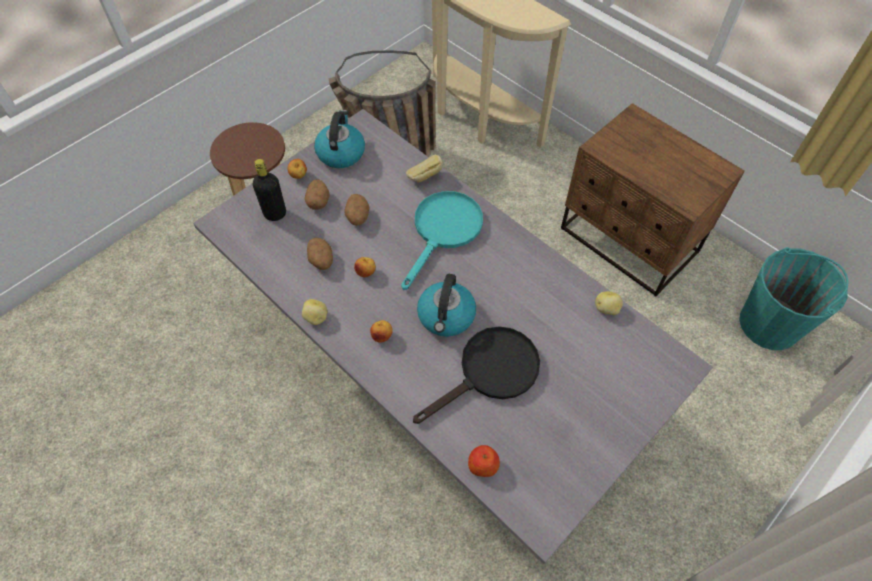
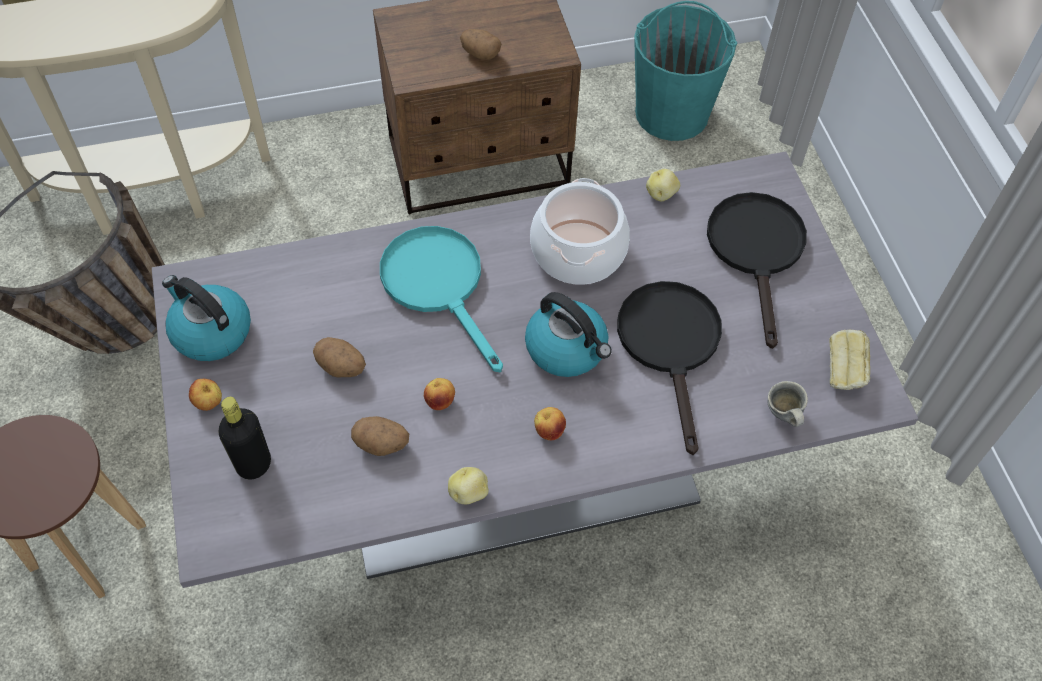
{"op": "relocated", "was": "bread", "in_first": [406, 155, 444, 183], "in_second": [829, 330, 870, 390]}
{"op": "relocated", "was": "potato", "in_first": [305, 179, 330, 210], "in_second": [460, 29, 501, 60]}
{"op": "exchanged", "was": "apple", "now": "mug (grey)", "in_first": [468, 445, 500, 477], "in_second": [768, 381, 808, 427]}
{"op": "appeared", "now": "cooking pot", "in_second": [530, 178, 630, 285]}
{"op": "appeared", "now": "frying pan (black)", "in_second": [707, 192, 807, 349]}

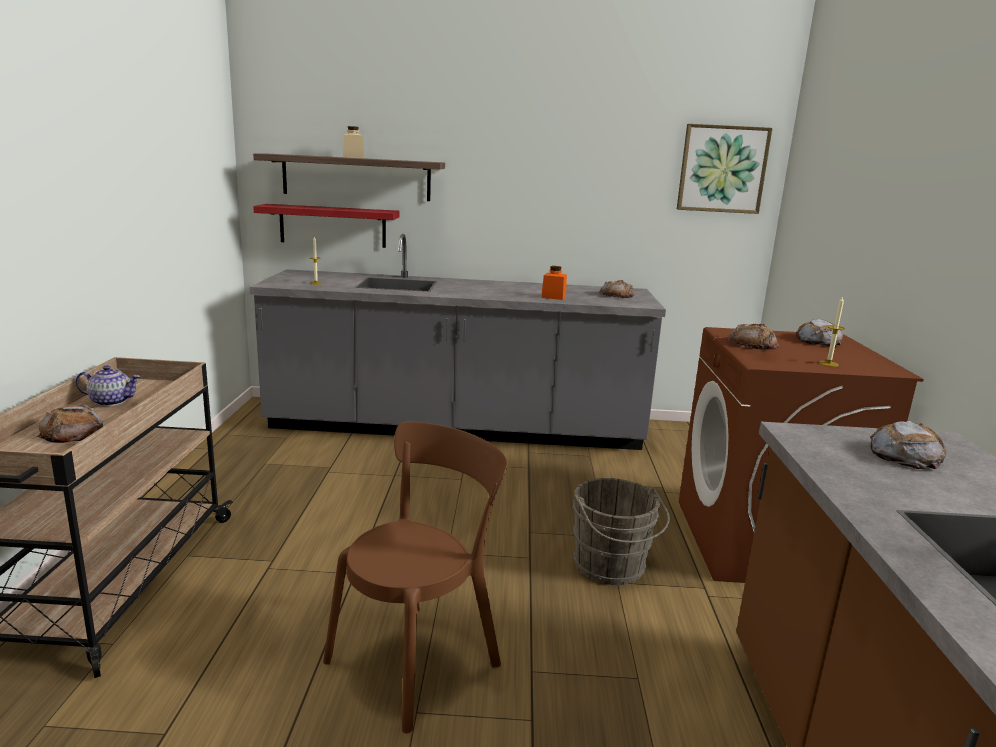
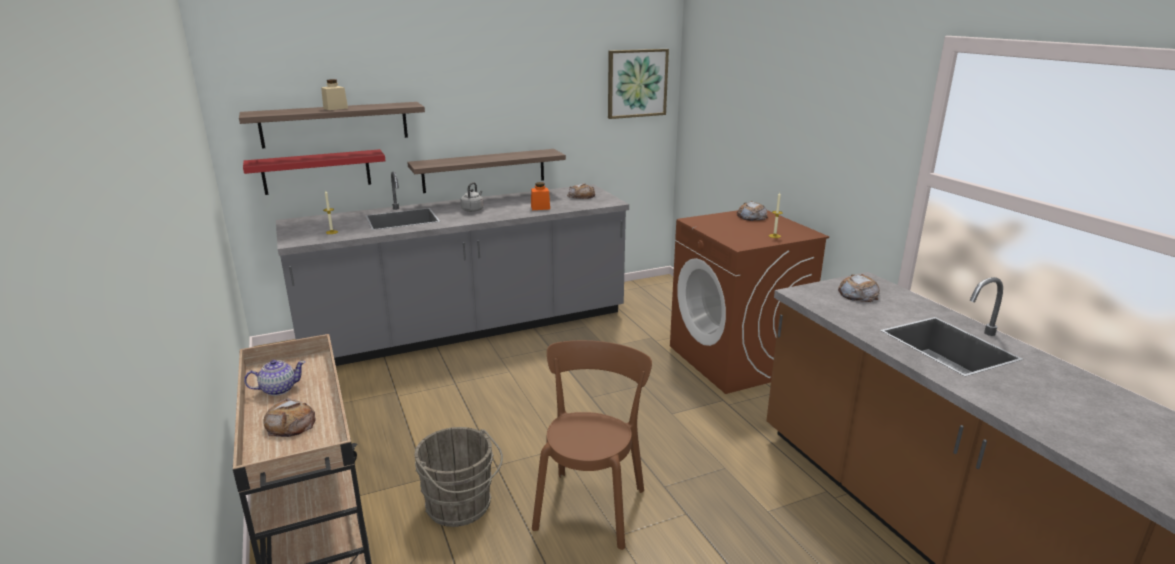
{"op": "missing", "was": "bread", "in_first": [728, 324, 779, 350]}
{"op": "relocated", "was": "bucket (grey)", "in_first": [572, 478, 670, 585], "in_second": [415, 427, 503, 527]}
{"op": "appeared", "now": "shelf", "in_second": [407, 149, 566, 193]}
{"op": "appeared", "now": "kettle (grey)", "in_second": [461, 182, 484, 212]}

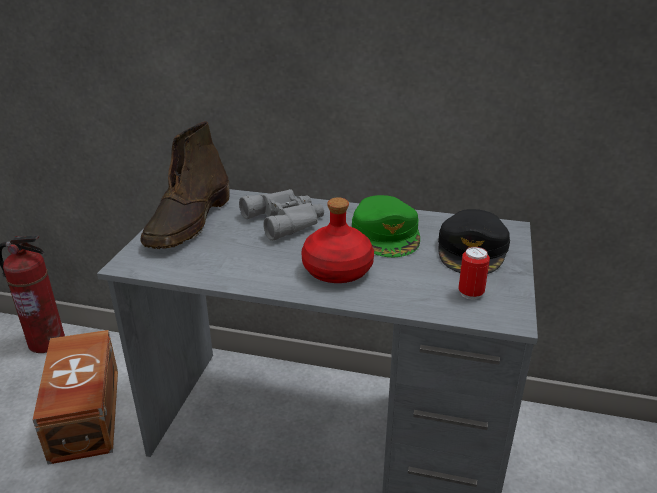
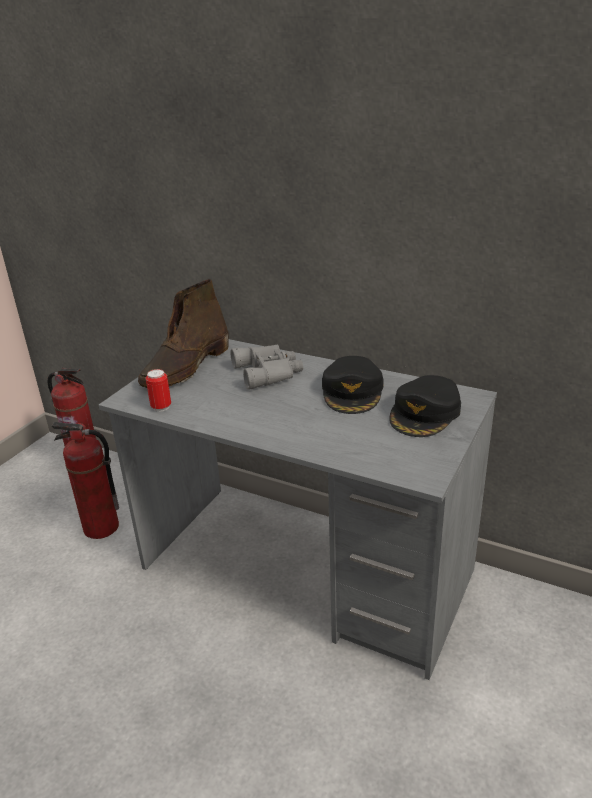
{"op": "colour", "was": "cap (green)", "now": "cap (black)", "in_first": [352, 195, 420, 257], "in_second": [322, 356, 384, 414]}
{"op": "missing", "was": "bottle (red)", "in_first": [301, 197, 374, 283]}
{"op": "relocated", "was": "can", "in_first": [458, 247, 490, 300], "in_second": [146, 369, 171, 412]}
{"op": "exchanged", "was": "storage box (brown)", "now": "fire extinguisher", "in_first": [33, 330, 118, 464], "in_second": [52, 422, 119, 539]}

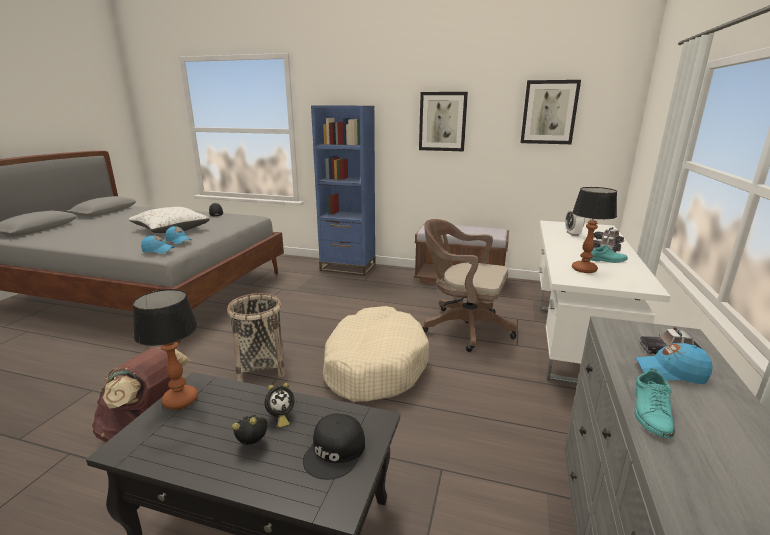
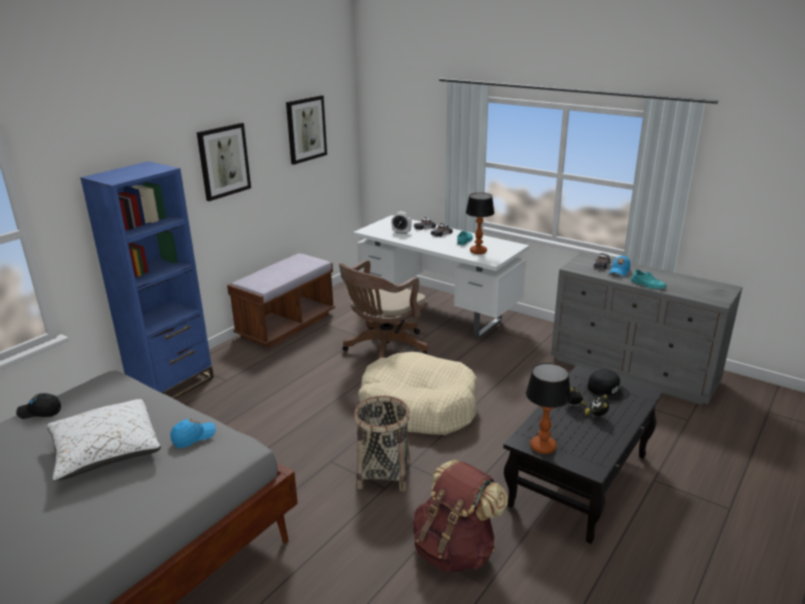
{"op": "missing", "was": "cap (blue)", "in_first": [141, 235, 175, 253]}

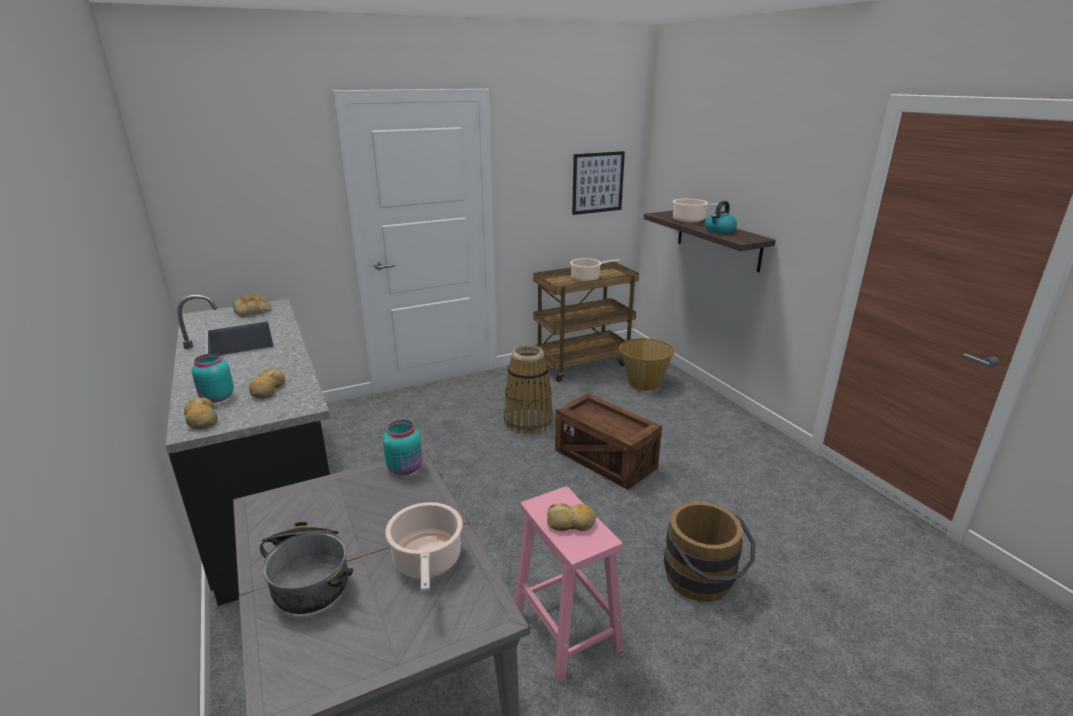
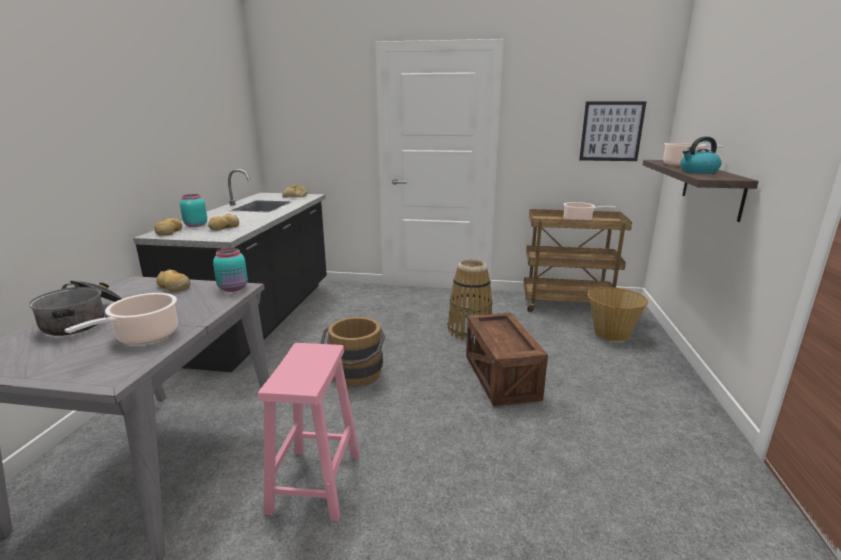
{"op": "relocated", "was": "bucket (brown)", "in_first": [664, 502, 756, 602], "in_second": [320, 317, 385, 387]}
{"op": "relocated", "was": "bread", "in_first": [547, 503, 596, 531], "in_second": [156, 269, 190, 292]}

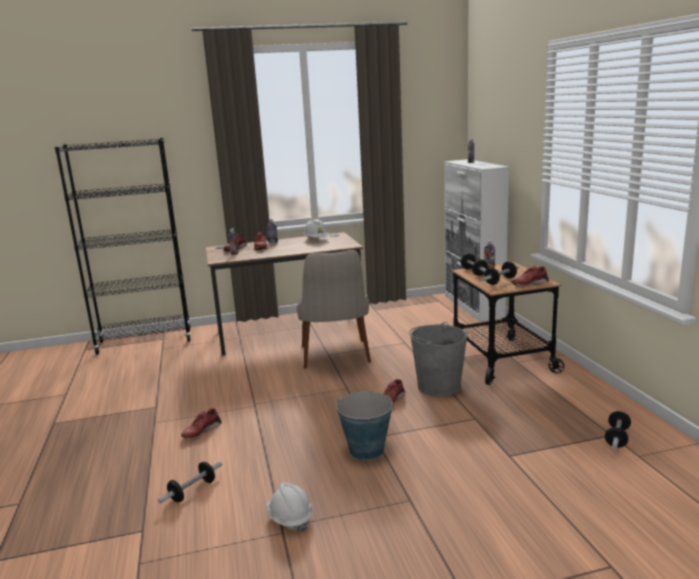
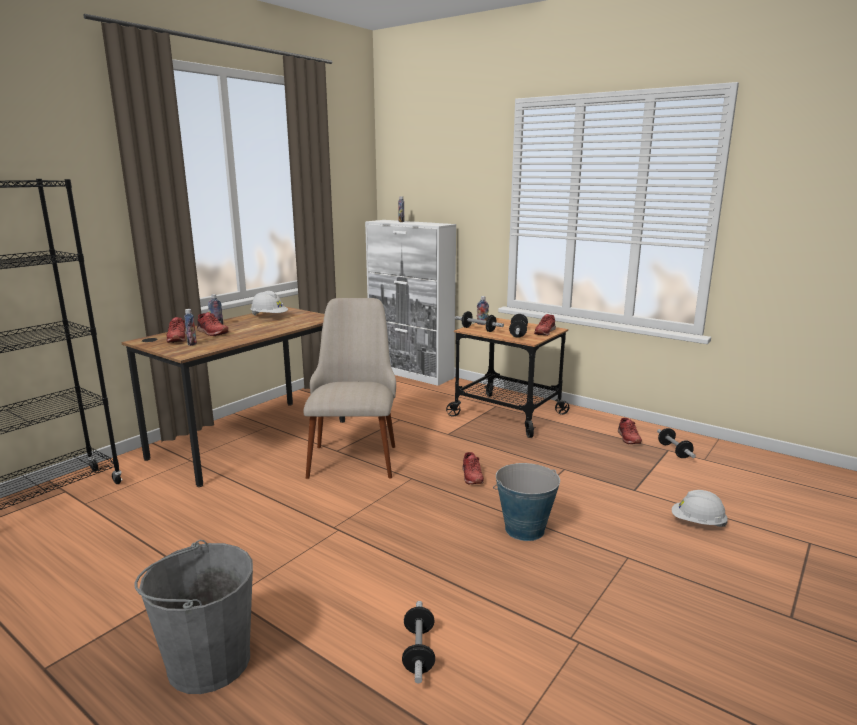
{"op": "spun", "was": "chair (beige)", "in_first": [297, 250, 371, 369], "in_second": [303, 298, 396, 479], "clockwise": -135}
{"op": "relocated", "was": "bucket (grey)", "in_first": [409, 322, 467, 397], "in_second": [135, 540, 253, 694]}
{"op": "relocated", "was": "shoe (red)", "in_first": [181, 408, 222, 440], "in_second": [618, 418, 642, 444]}
{"op": "relocated", "was": "hard hat (white)", "in_first": [266, 482, 313, 532], "in_second": [672, 490, 728, 527]}

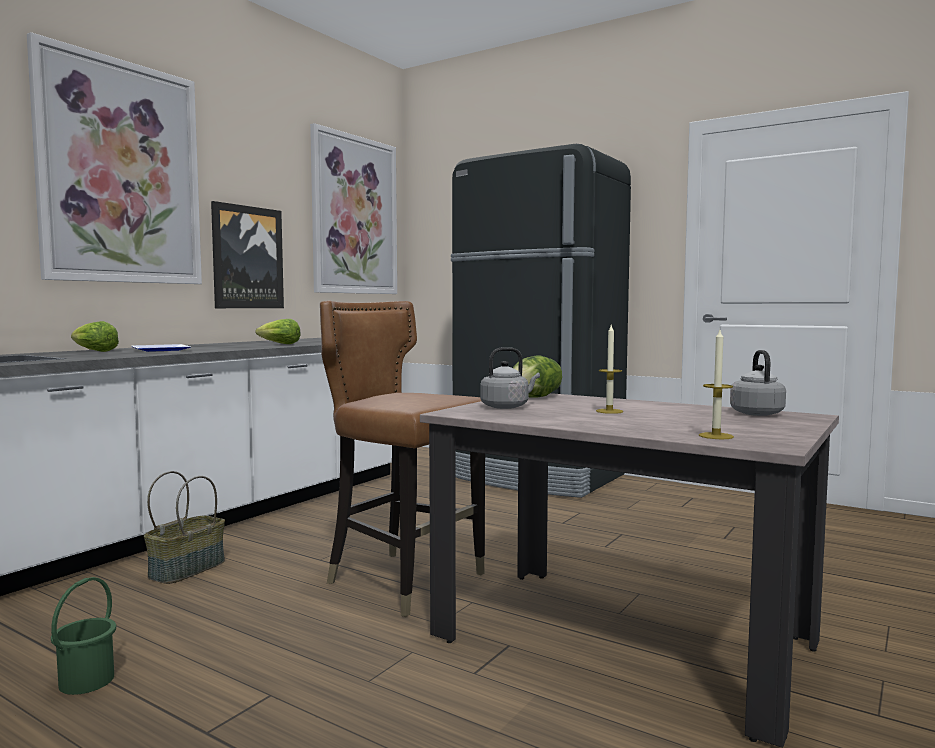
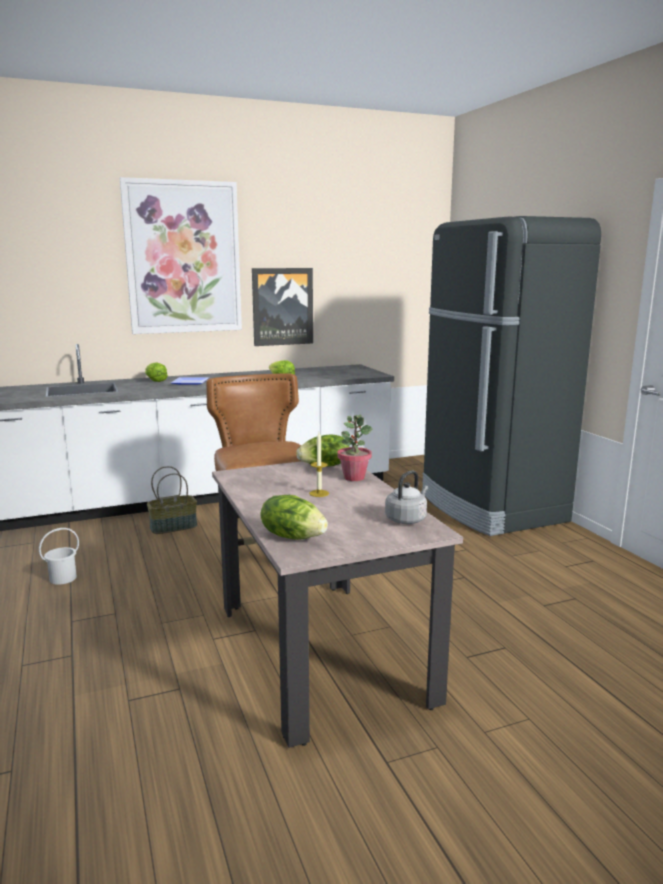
{"op": "missing", "was": "picture", "in_first": [310, 123, 397, 294]}
{"op": "exchanged", "was": "candle", "now": "lettuce", "in_first": [699, 330, 734, 439], "in_second": [260, 495, 328, 540]}
{"op": "missing", "was": "kettle (grey)", "in_first": [480, 347, 540, 409]}
{"op": "colour", "was": "bucket (green)", "now": "bucket (white)", "in_first": [51, 577, 116, 695], "in_second": [39, 528, 79, 585]}
{"op": "appeared", "now": "potted plant", "in_second": [337, 415, 372, 481]}

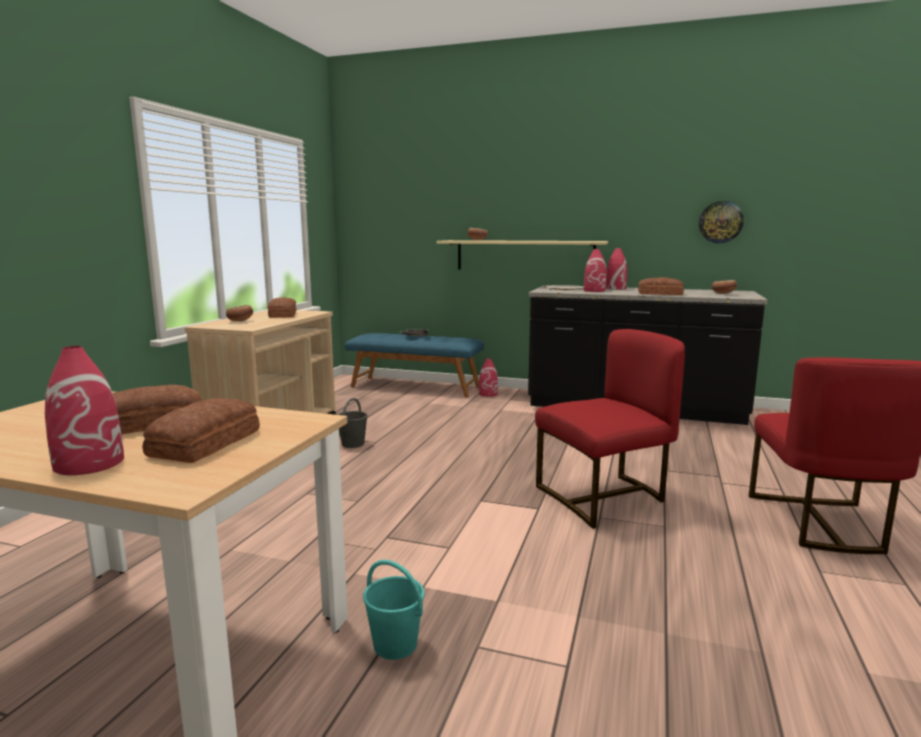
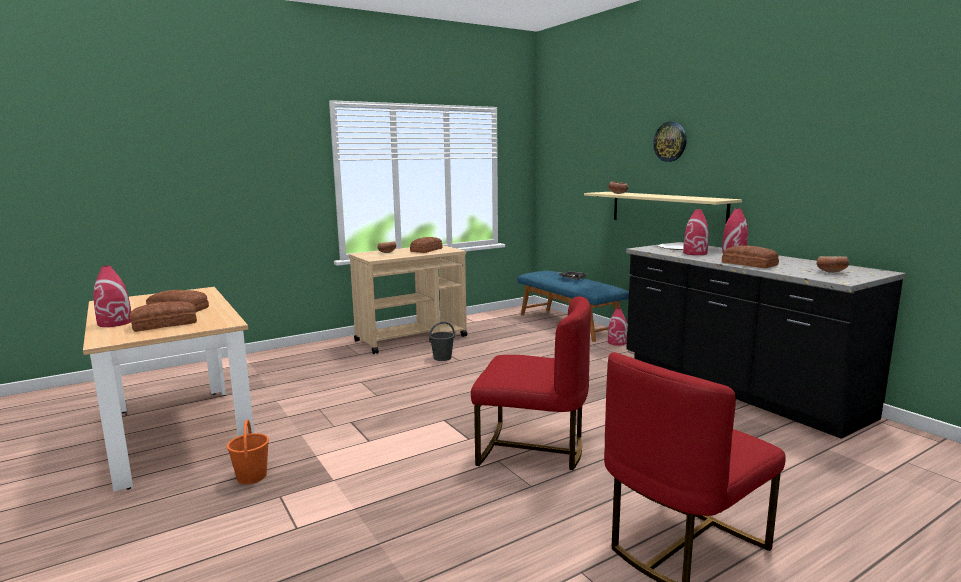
{"op": "relocated", "was": "wall clock", "in_first": [699, 201, 744, 243], "in_second": [653, 122, 686, 162]}
{"op": "colour", "was": "bucket (turquoise)", "now": "bucket (orange)", "in_first": [363, 560, 425, 660], "in_second": [227, 419, 269, 484]}

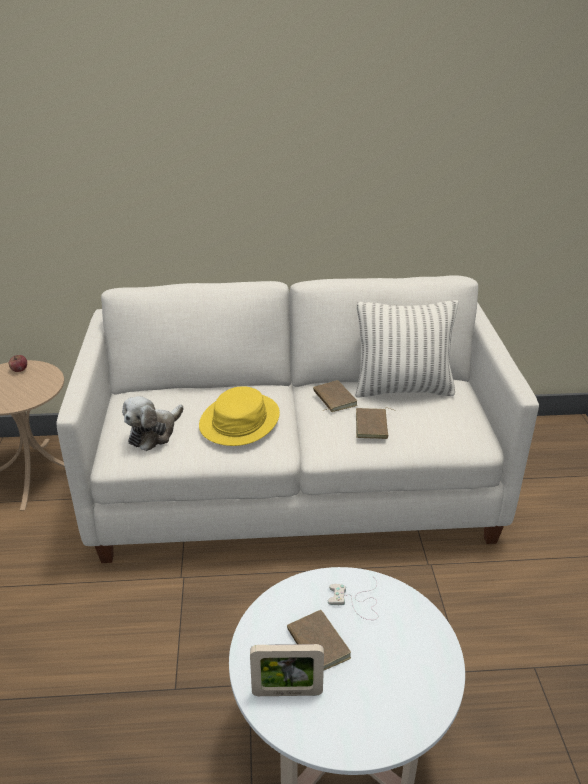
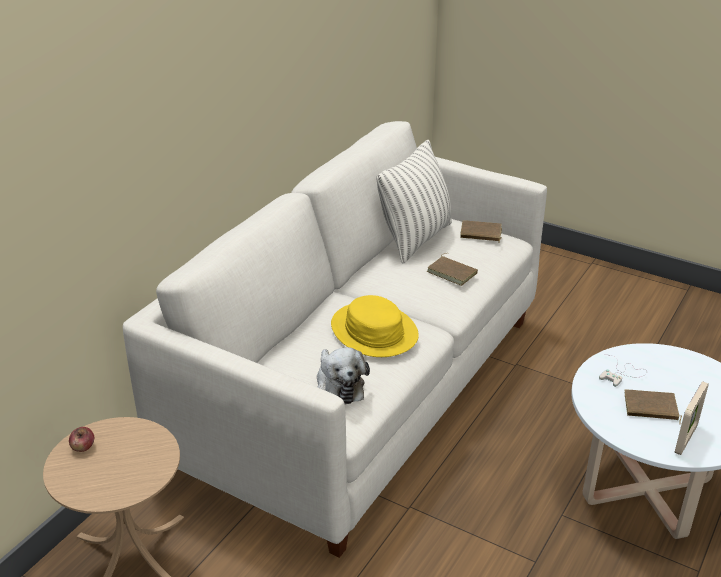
{"op": "relocated", "was": "book (brown)", "in_first": [313, 380, 357, 412], "in_second": [460, 220, 502, 242]}

